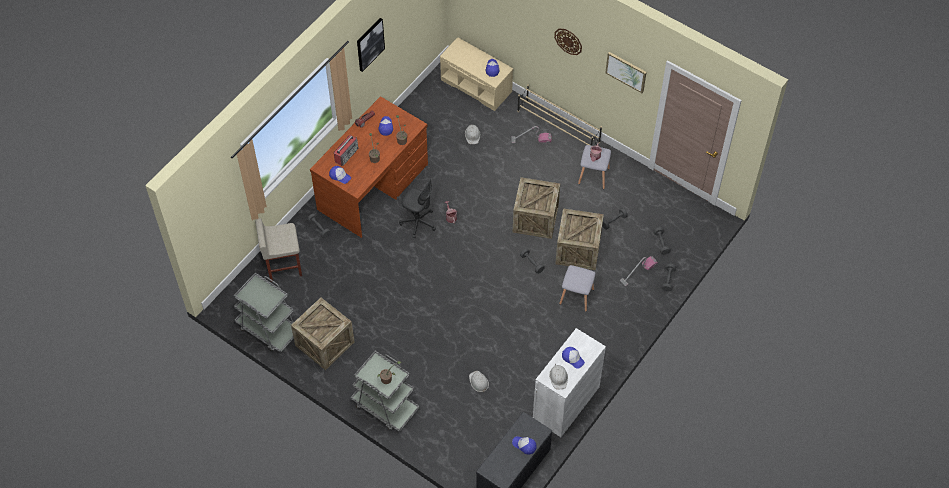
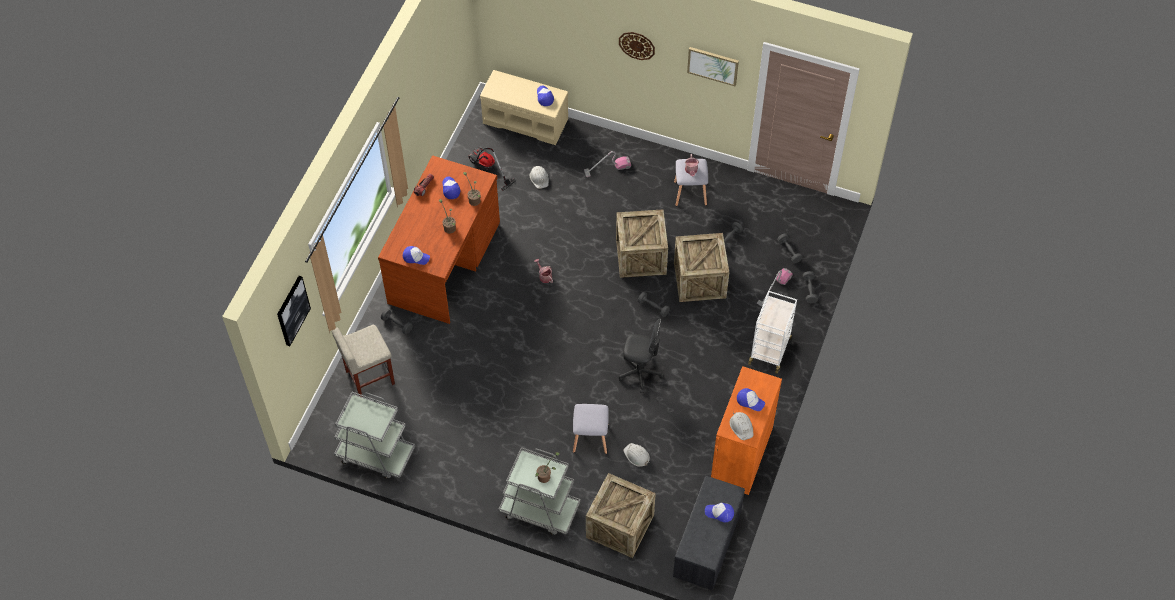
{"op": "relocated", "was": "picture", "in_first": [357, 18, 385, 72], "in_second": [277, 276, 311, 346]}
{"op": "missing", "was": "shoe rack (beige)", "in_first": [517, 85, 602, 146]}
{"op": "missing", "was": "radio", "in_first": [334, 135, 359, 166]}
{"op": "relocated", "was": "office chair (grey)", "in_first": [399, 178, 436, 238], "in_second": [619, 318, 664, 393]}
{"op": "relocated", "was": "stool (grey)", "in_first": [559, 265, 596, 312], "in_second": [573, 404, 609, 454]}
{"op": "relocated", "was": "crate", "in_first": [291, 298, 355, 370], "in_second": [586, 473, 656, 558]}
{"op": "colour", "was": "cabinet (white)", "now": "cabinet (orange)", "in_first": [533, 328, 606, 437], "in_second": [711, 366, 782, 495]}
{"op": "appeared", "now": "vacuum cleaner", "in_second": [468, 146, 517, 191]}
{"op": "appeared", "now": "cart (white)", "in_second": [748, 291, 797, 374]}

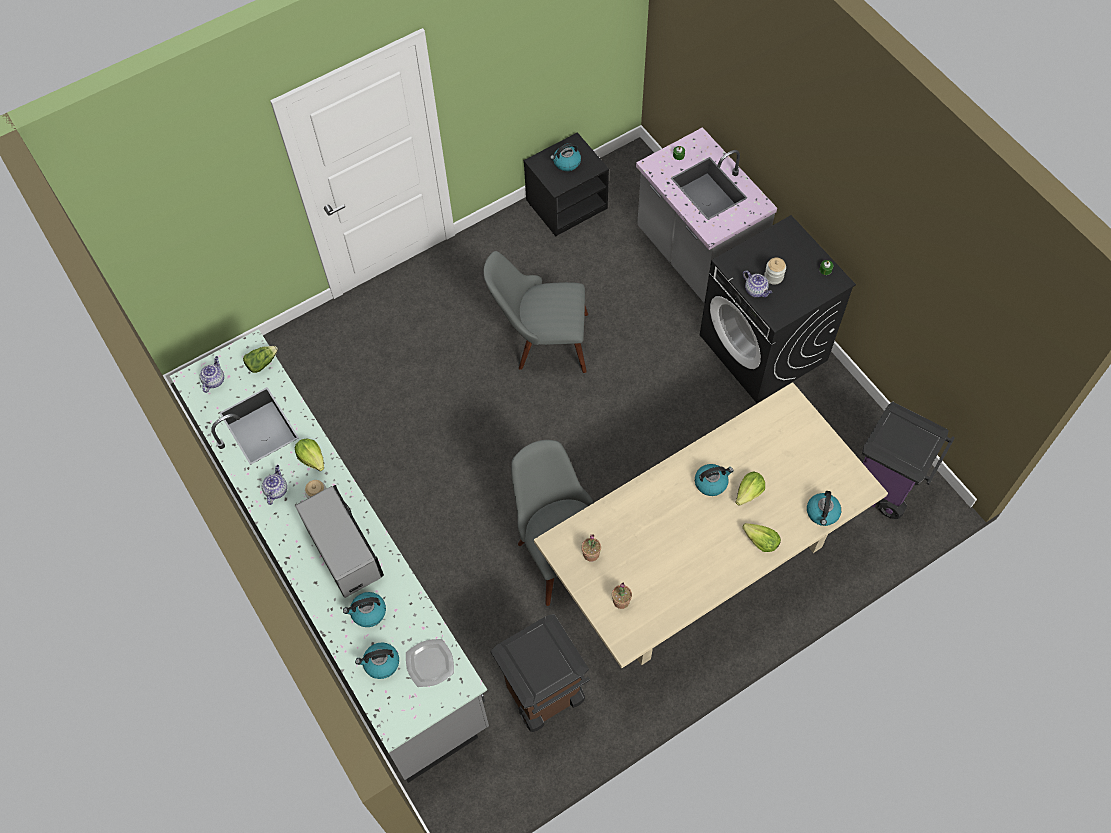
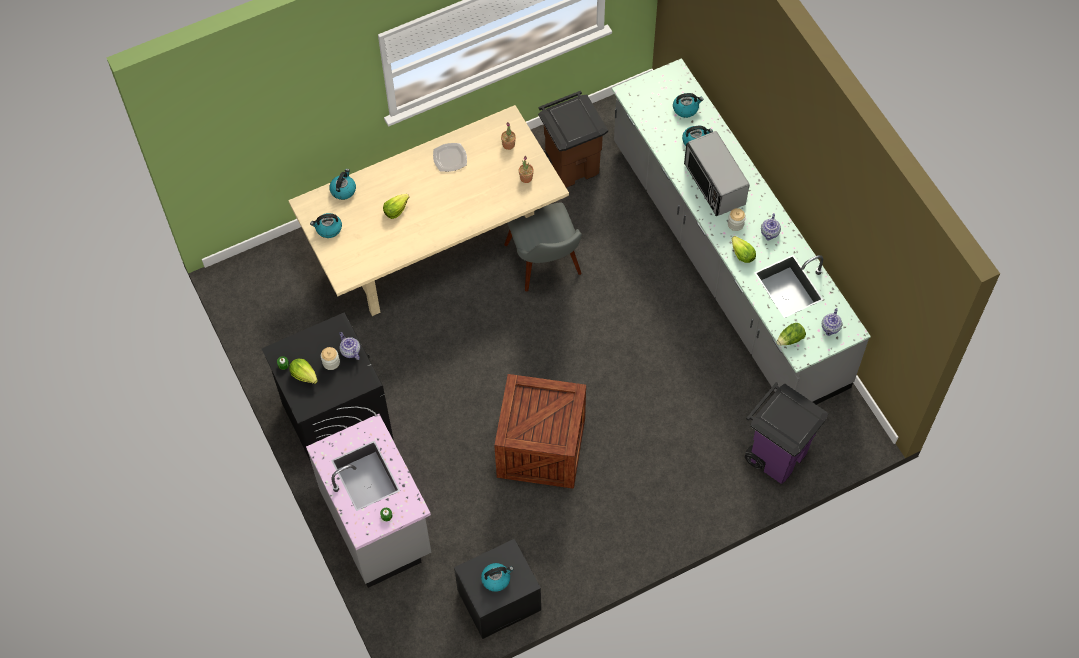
{"op": "exchanged", "was": "chair (grey)", "now": "crate", "in_first": [483, 251, 588, 373], "in_second": [494, 374, 586, 489]}
{"op": "relocated", "was": "trash can (purple)", "in_first": [862, 401, 955, 519], "in_second": [745, 382, 828, 484]}
{"op": "relocated", "was": "kettle", "in_first": [695, 464, 734, 496], "in_second": [310, 213, 342, 238]}
{"op": "relocated", "was": "lettuce", "in_first": [742, 523, 781, 552], "in_second": [289, 359, 318, 384]}
{"op": "relocated", "was": "plate", "in_first": [406, 639, 454, 687], "in_second": [433, 143, 467, 172]}

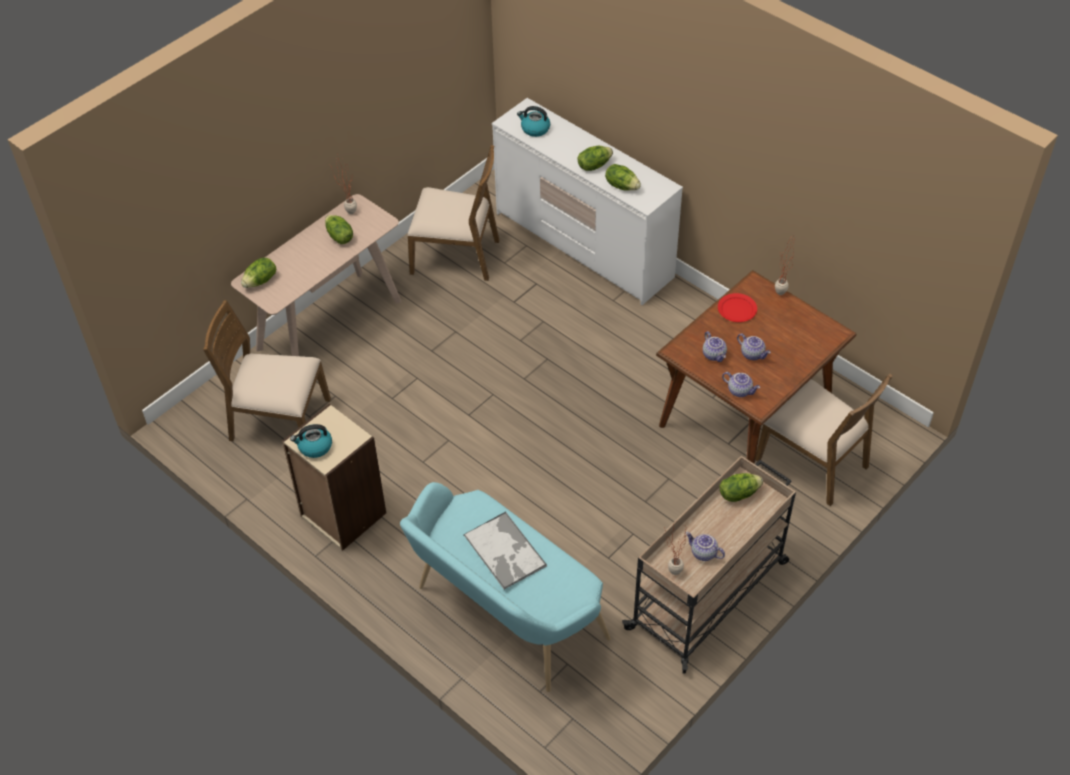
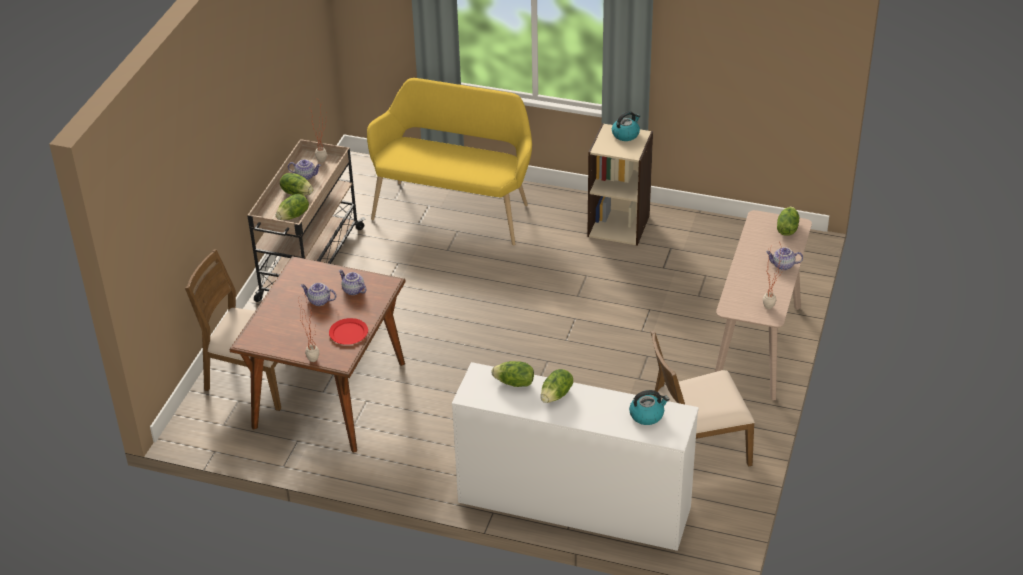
{"op": "relocated", "was": "lettuce", "in_first": [325, 215, 353, 244], "in_second": [280, 173, 313, 196]}
{"op": "missing", "was": "chair (brown)", "in_first": [203, 300, 331, 441]}
{"op": "relocated", "was": "teapot", "in_first": [722, 372, 760, 397], "in_second": [766, 247, 803, 270]}
{"op": "colour", "was": "bench (turquoise)", "now": "bench (yellow)", "in_first": [400, 482, 611, 692], "in_second": [367, 78, 532, 245]}
{"op": "missing", "was": "tray", "in_first": [464, 512, 547, 590]}

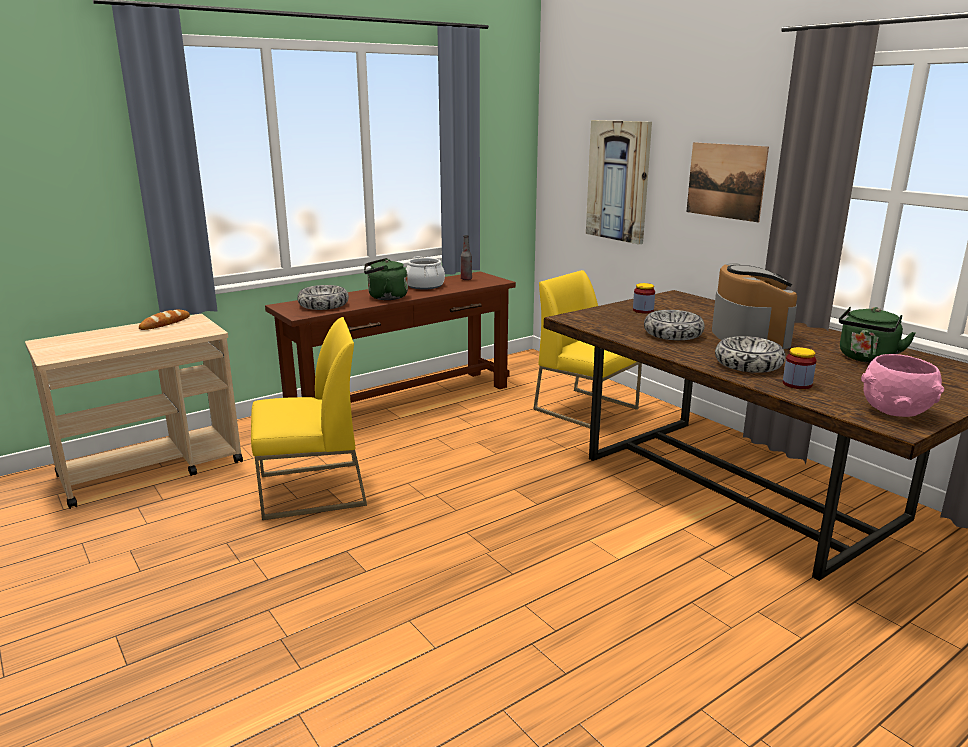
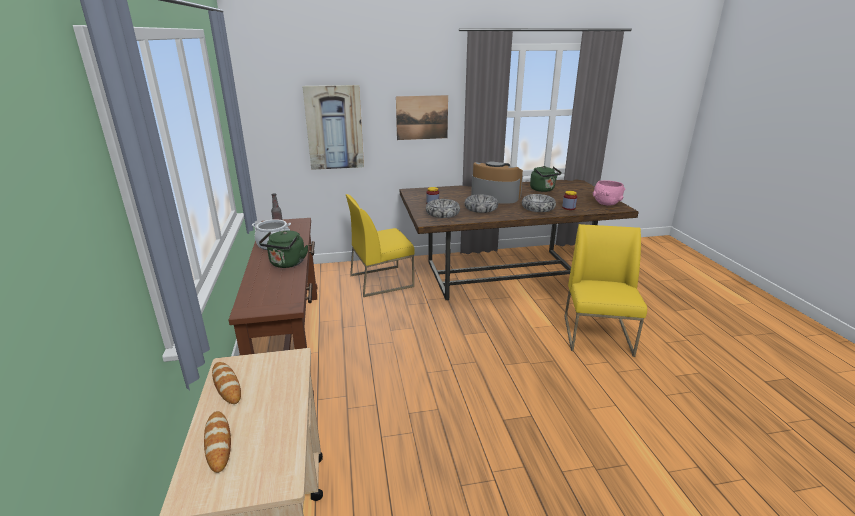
{"op": "relocated", "was": "bowl", "in_first": [297, 285, 349, 310], "in_second": [426, 199, 460, 218]}
{"op": "relocated", "was": "chair (yellow)", "in_first": [251, 317, 367, 520], "in_second": [565, 224, 647, 357]}
{"op": "appeared", "now": "bread", "in_second": [204, 411, 231, 473]}

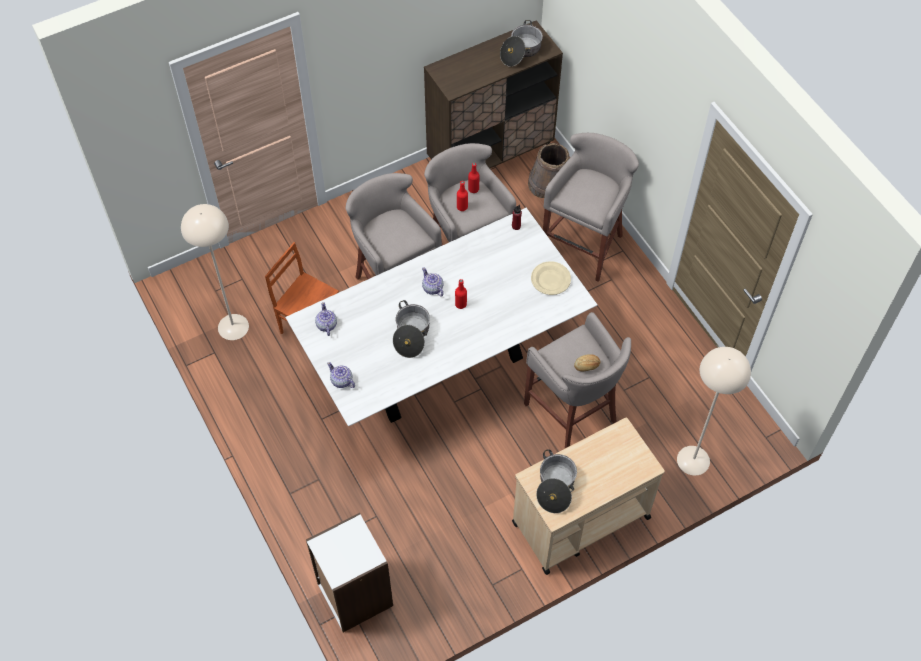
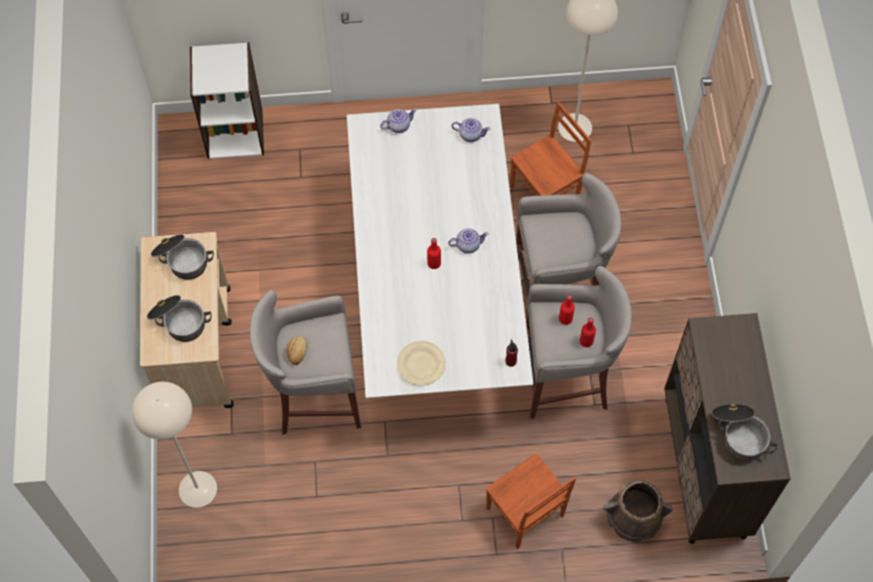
{"op": "exchanged", "was": "stool (grey)", "now": "chair (brown)", "in_first": [543, 133, 639, 282], "in_second": [486, 453, 576, 549]}
{"op": "relocated", "was": "cooking pot", "in_first": [393, 300, 430, 358], "in_second": [147, 295, 212, 342]}

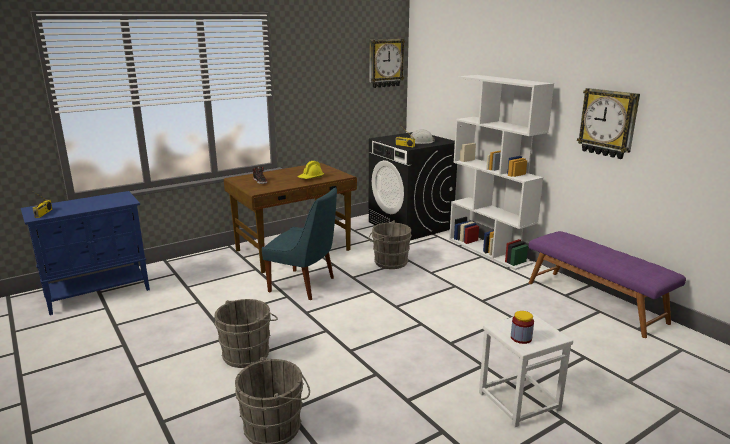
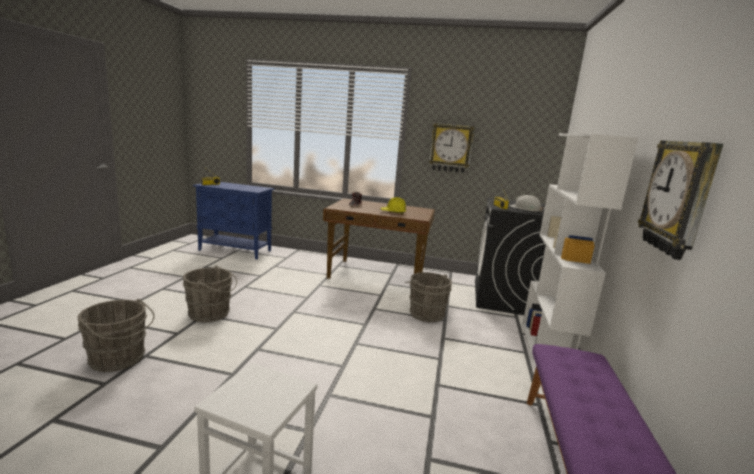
{"op": "relocated", "was": "wall clock", "in_first": [369, 39, 405, 88], "in_second": [429, 123, 475, 173]}
{"op": "missing", "was": "chair (blue)", "in_first": [262, 188, 337, 300]}
{"op": "missing", "was": "jar", "in_first": [511, 311, 534, 344]}

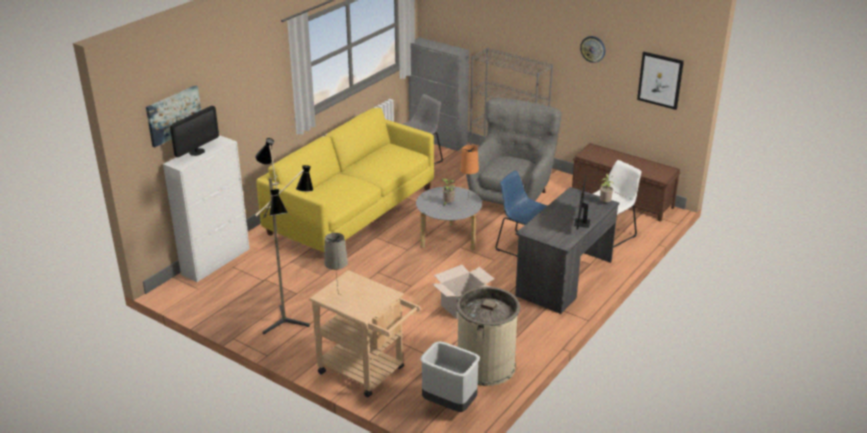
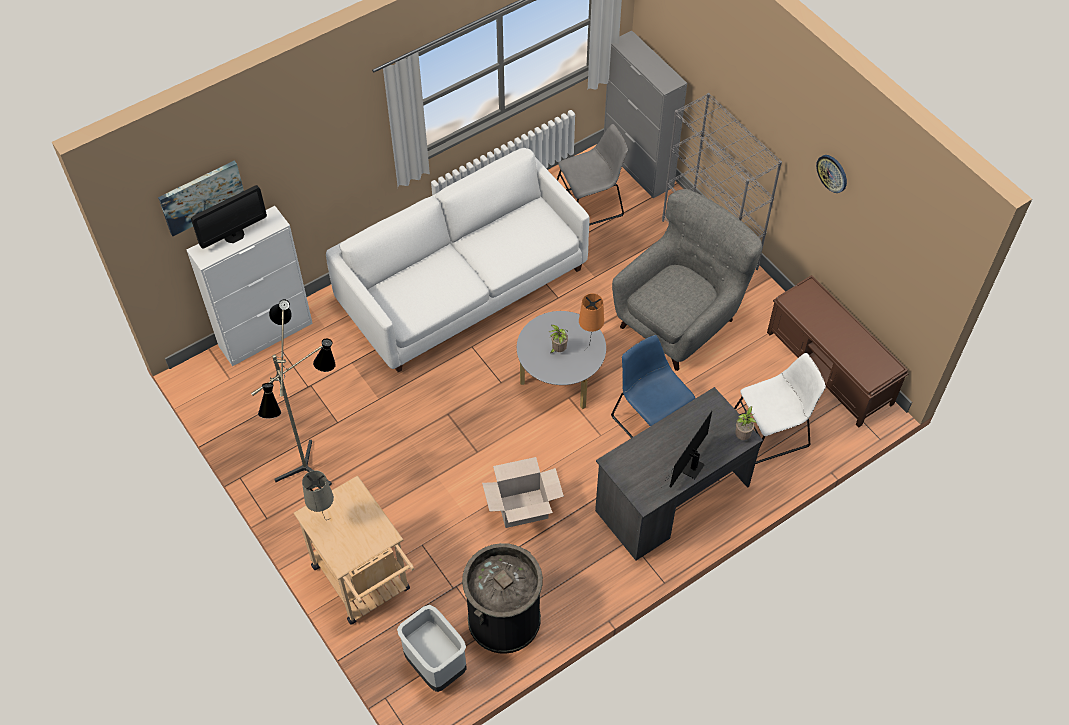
{"op": "missing", "was": "picture", "in_first": [637, 52, 684, 110]}
{"op": "colour", "was": "sofa (yellow)", "now": "sofa (white)", "in_first": [257, 108, 434, 253], "in_second": [326, 148, 590, 372]}
{"op": "colour", "was": "trash can (beige)", "now": "trash can (black)", "in_first": [456, 287, 520, 386], "in_second": [462, 543, 543, 654]}

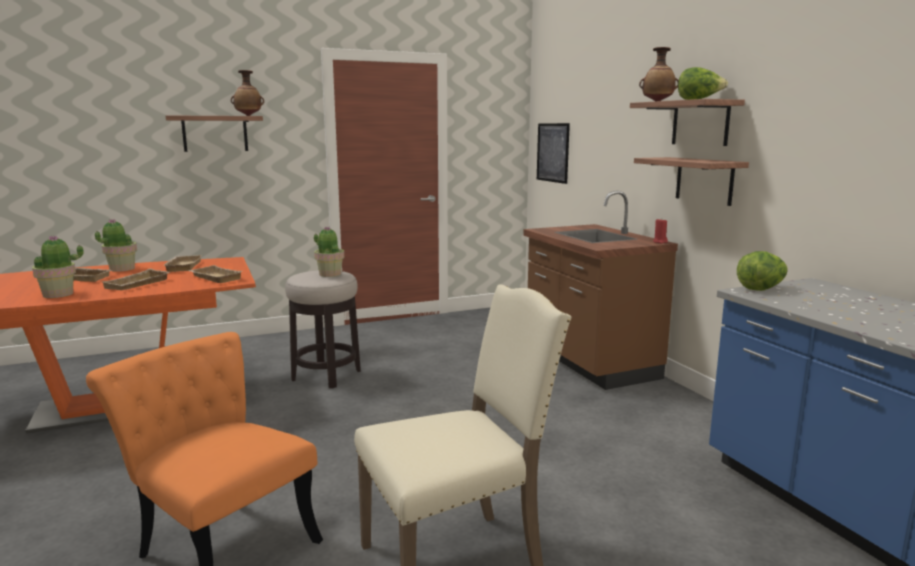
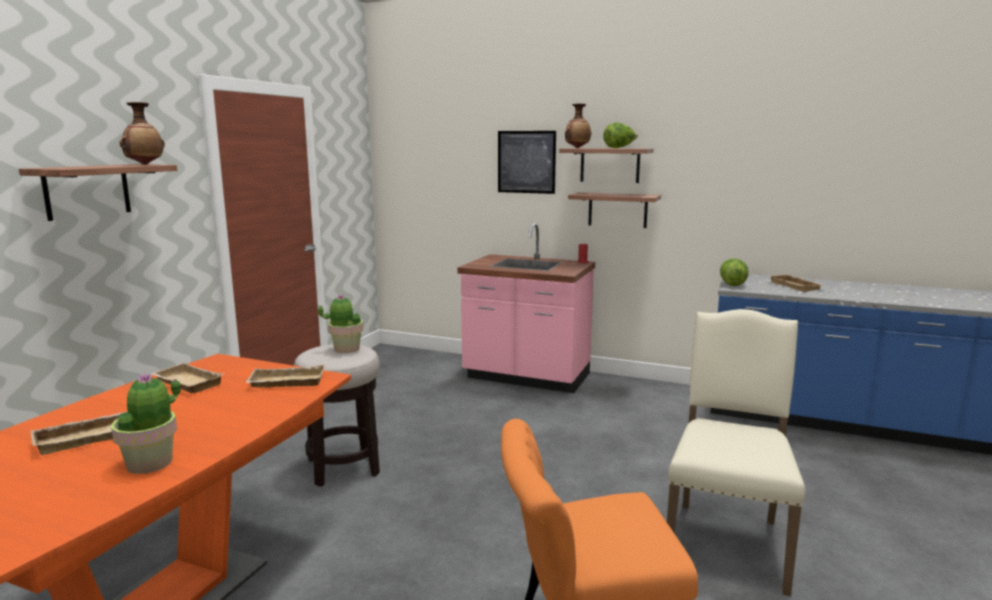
{"op": "relocated", "was": "picture", "in_first": [537, 123, 570, 184], "in_second": [498, 131, 556, 194]}
{"op": "colour", "was": "counter (brown)", "now": "counter (pink)", "in_first": [523, 191, 678, 390], "in_second": [457, 223, 595, 393]}
{"op": "missing", "was": "potted plant", "in_first": [95, 219, 137, 272]}
{"op": "relocated", "was": "tray (beige)", "in_first": [101, 268, 170, 290], "in_second": [770, 274, 823, 292]}

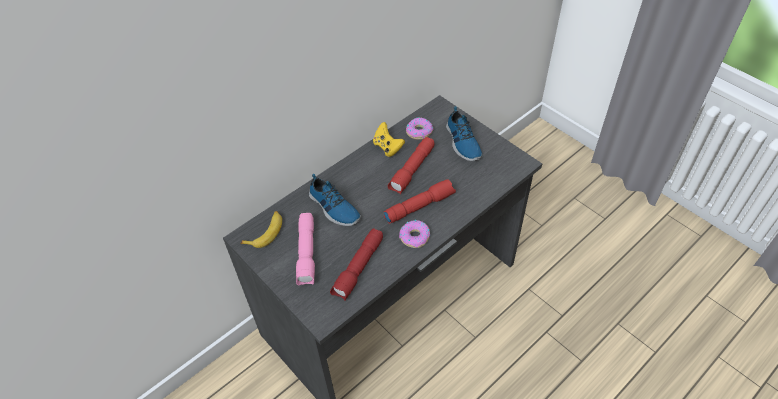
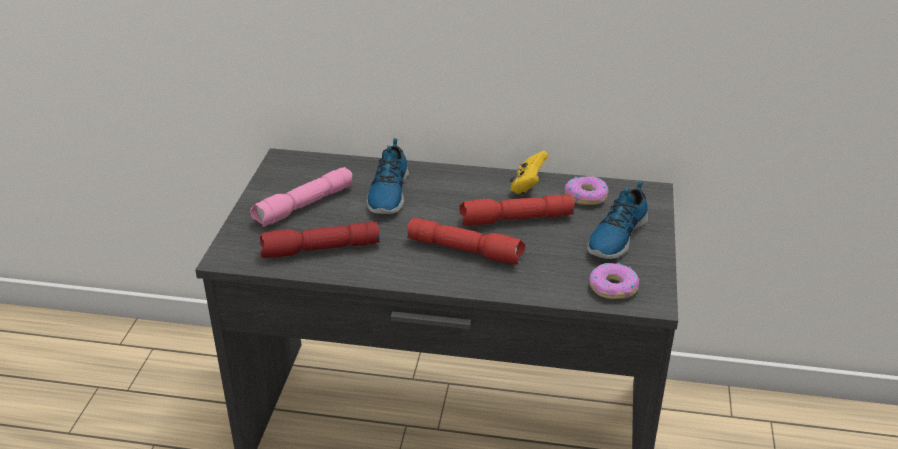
{"op": "missing", "was": "banana", "in_first": [240, 211, 282, 248]}
{"op": "relocated", "was": "donut", "in_first": [399, 220, 430, 248], "in_second": [589, 263, 639, 299]}

